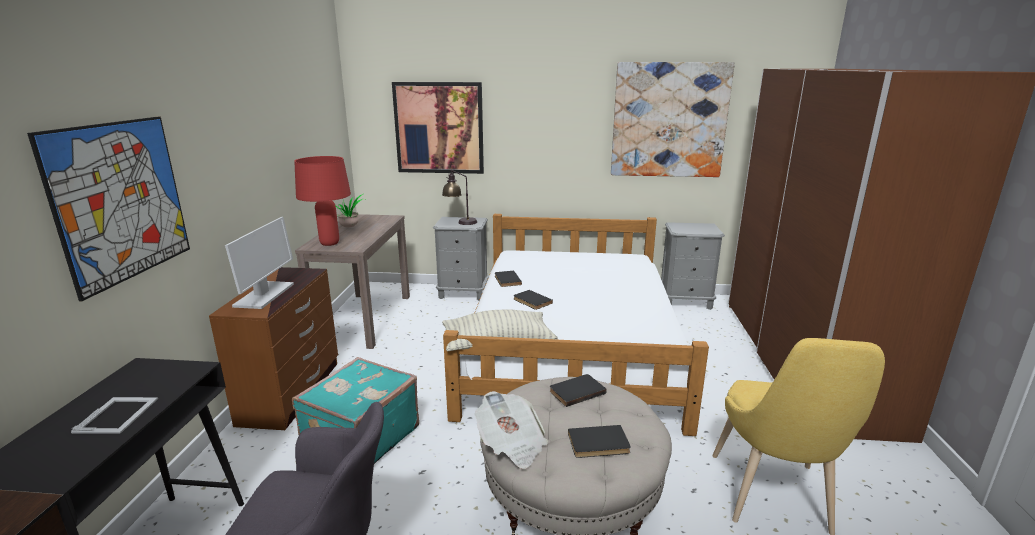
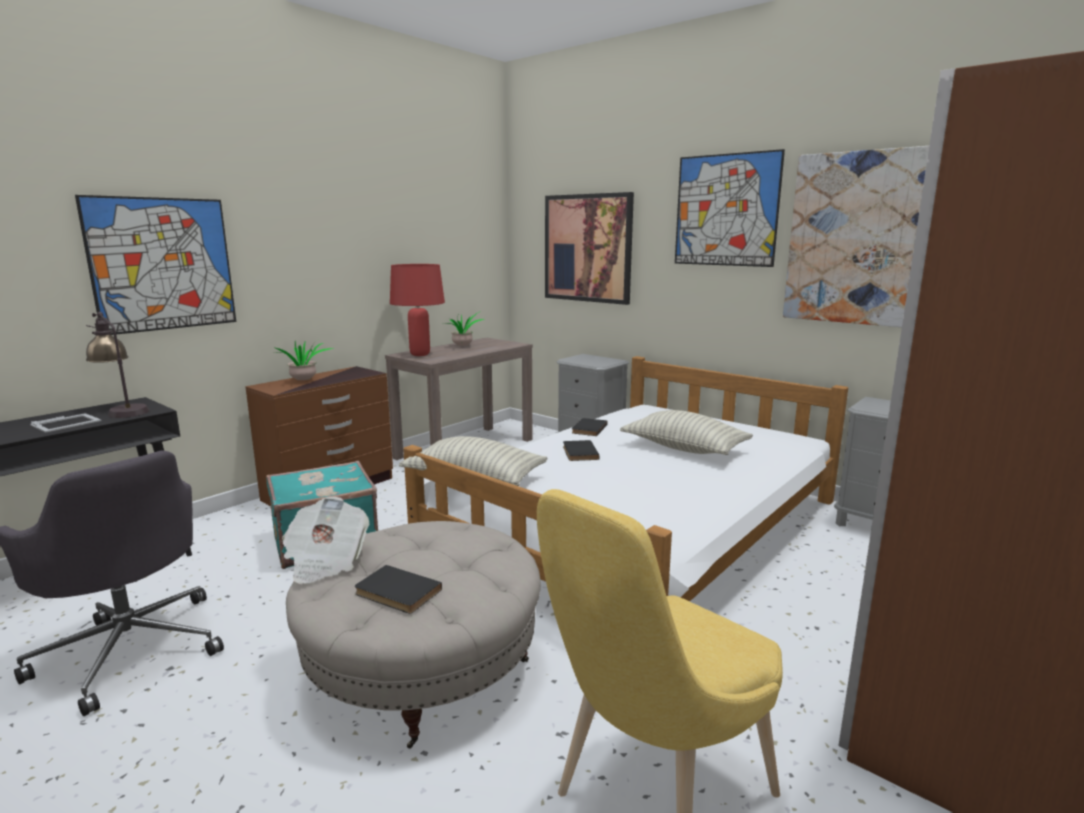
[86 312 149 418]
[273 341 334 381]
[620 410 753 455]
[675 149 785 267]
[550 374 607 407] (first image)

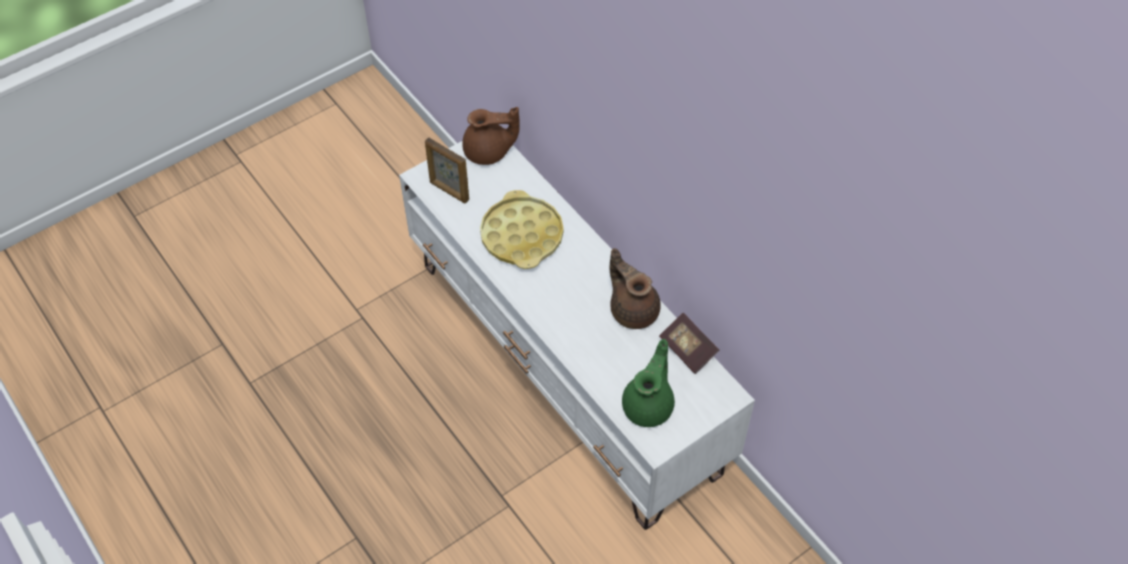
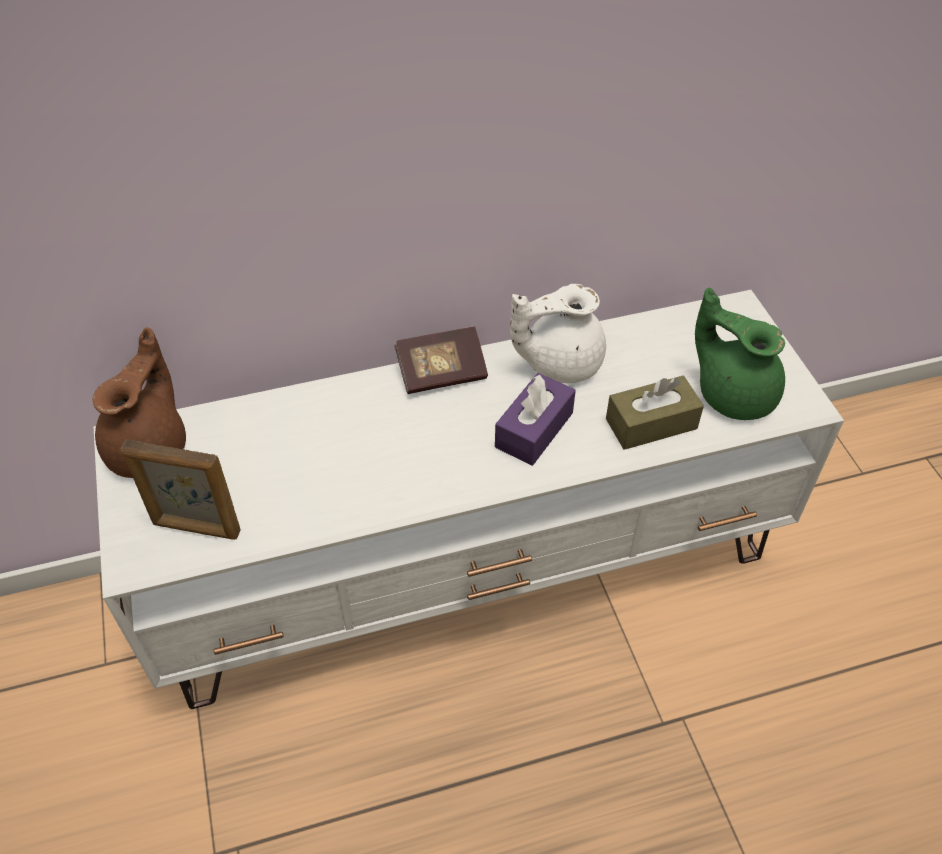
[121 439 241 540]
[394 326 488 394]
[495 373 576 466]
[510 284 606 383]
[606 376 704 450]
[480 190 564 269] (first image)

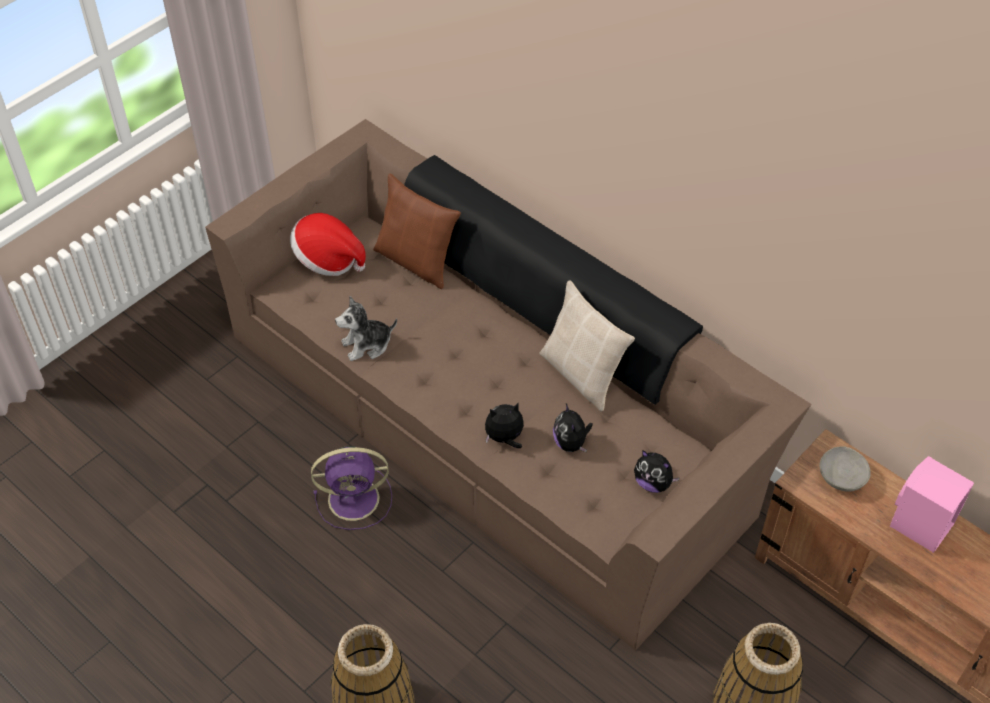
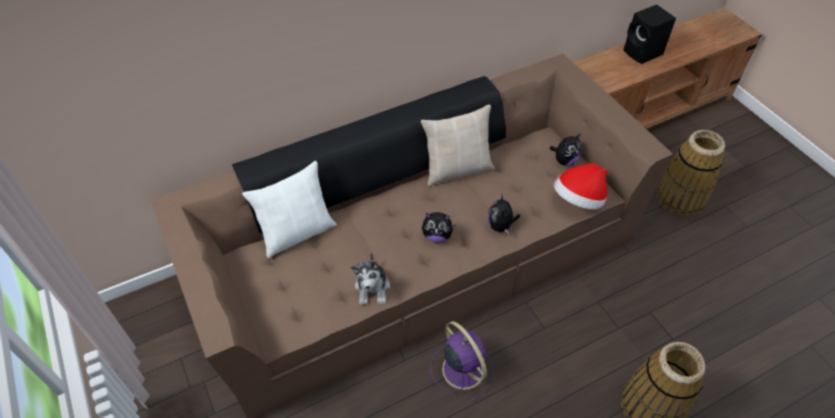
[242 161 337 258]
[422 212 456 242]
[430 321 494 402]
[554 163 607 210]
[624 4 676 64]
[820 446 871 492] (first image)

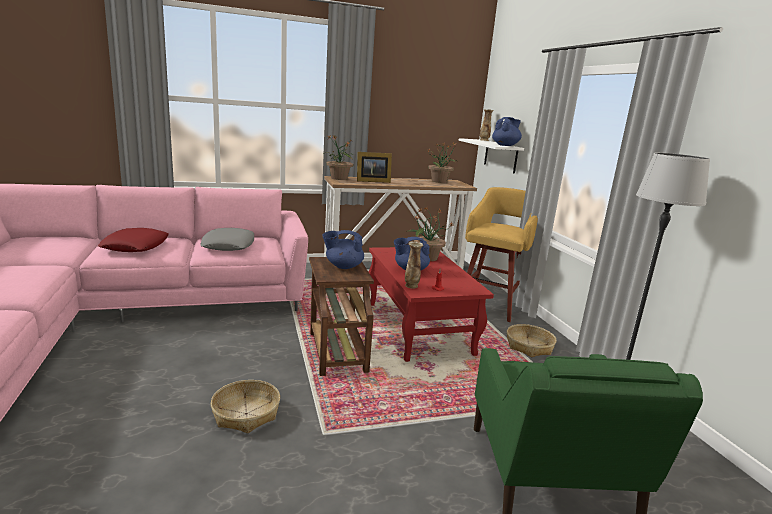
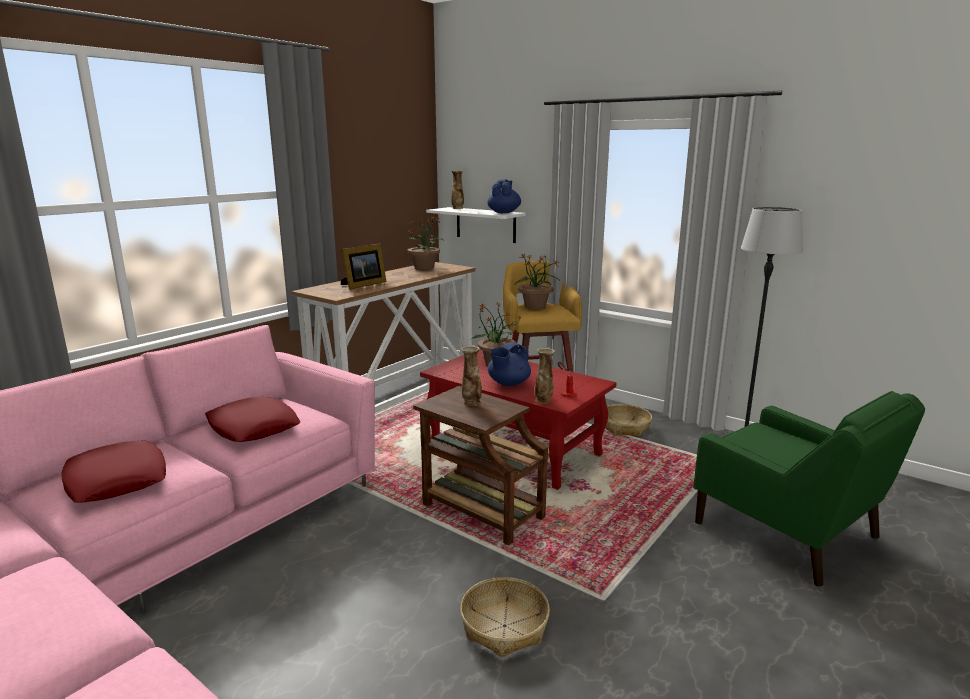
[205 397 300 442]
[461 345 482 406]
[515 255 560 310]

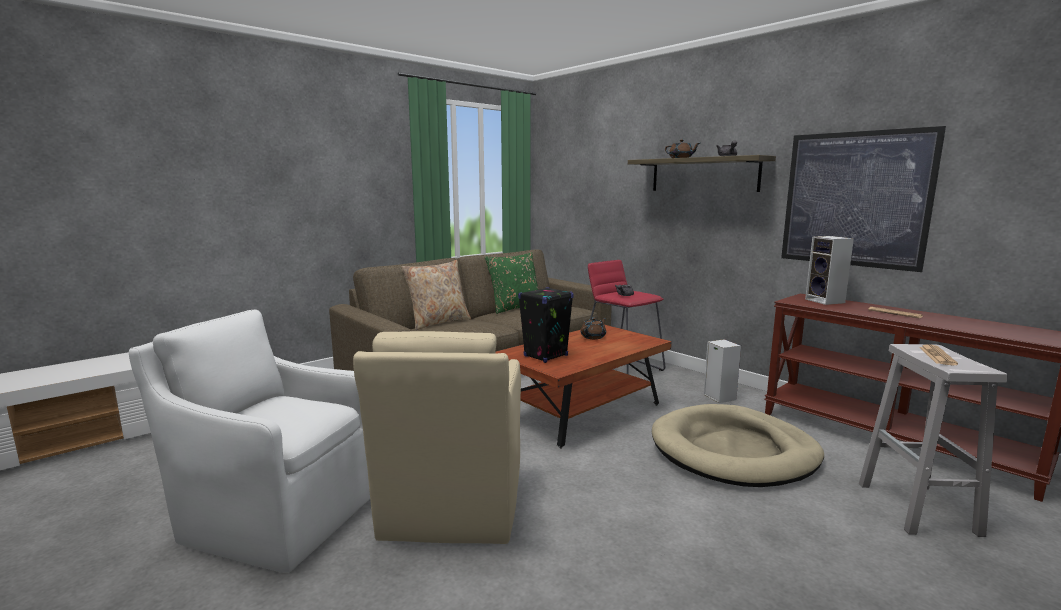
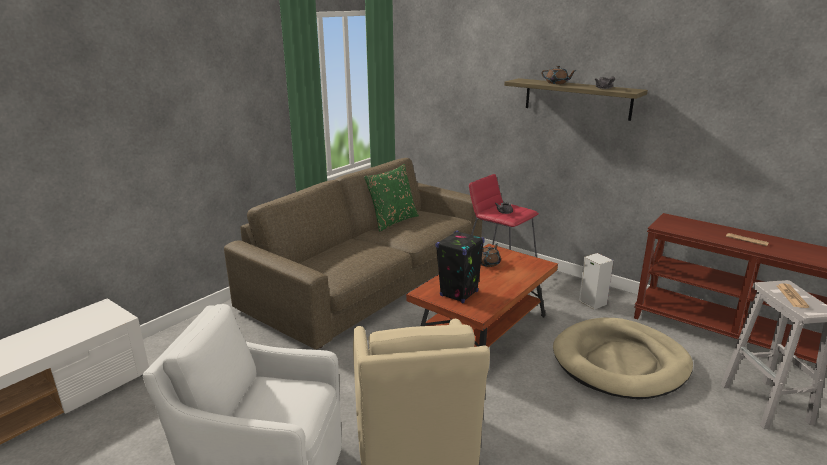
[402 260 471 330] (first image)
[781 126 946 272] (first image)
[805 236 854 305] (first image)

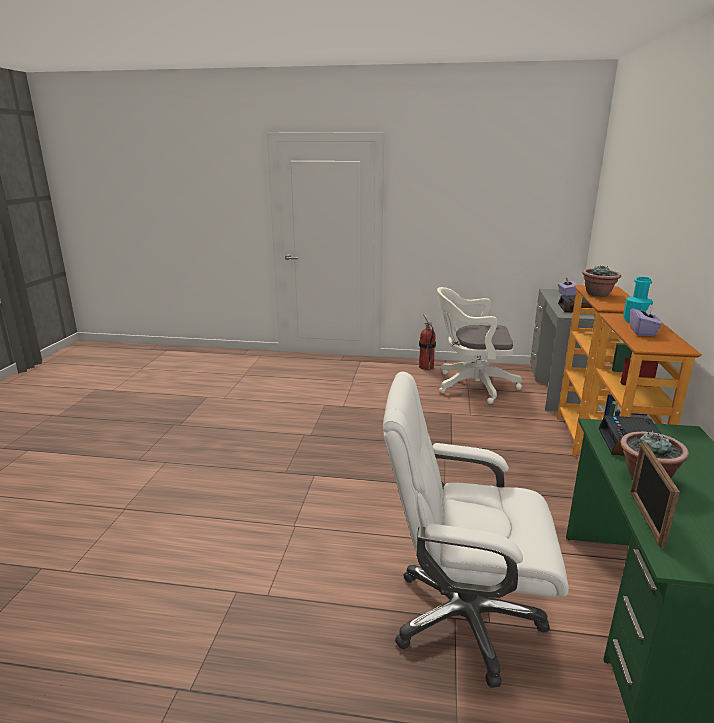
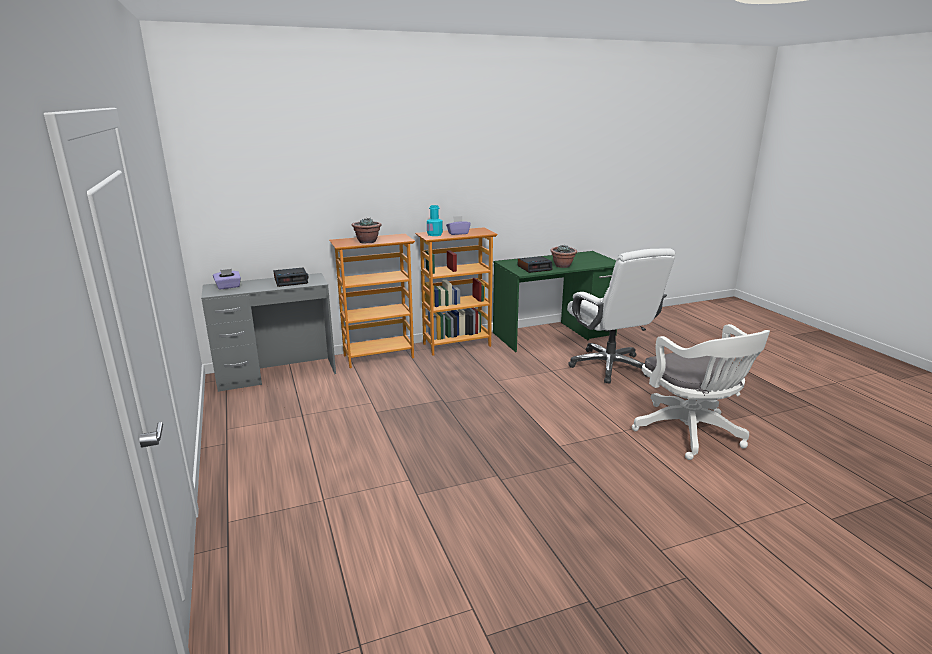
[632 324 770 460]
[419 314 436 370] (first image)
[630 442 680 549] (first image)

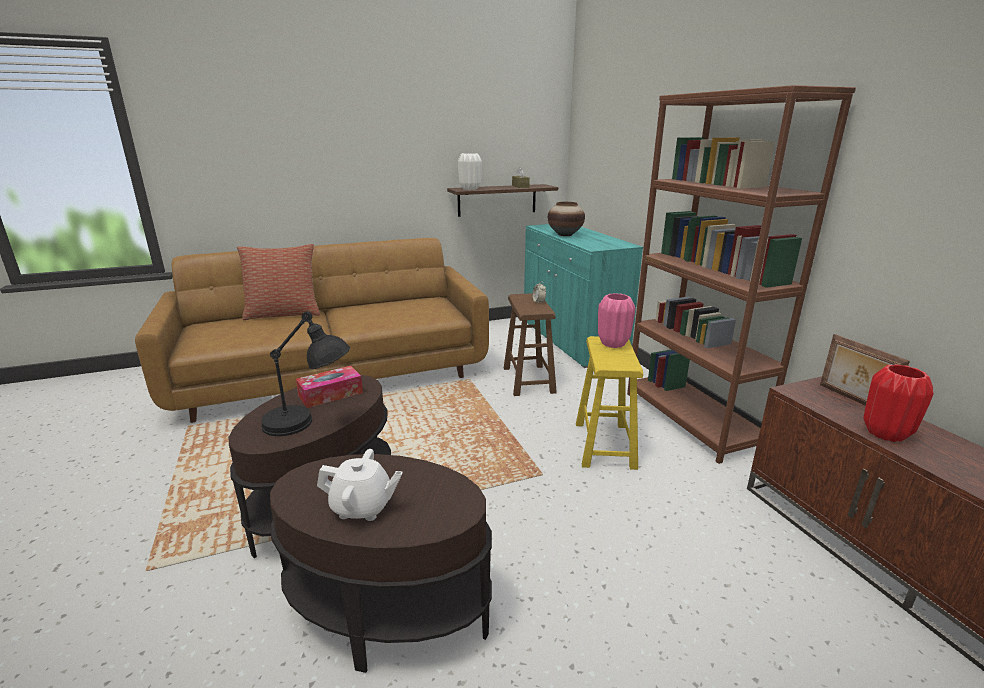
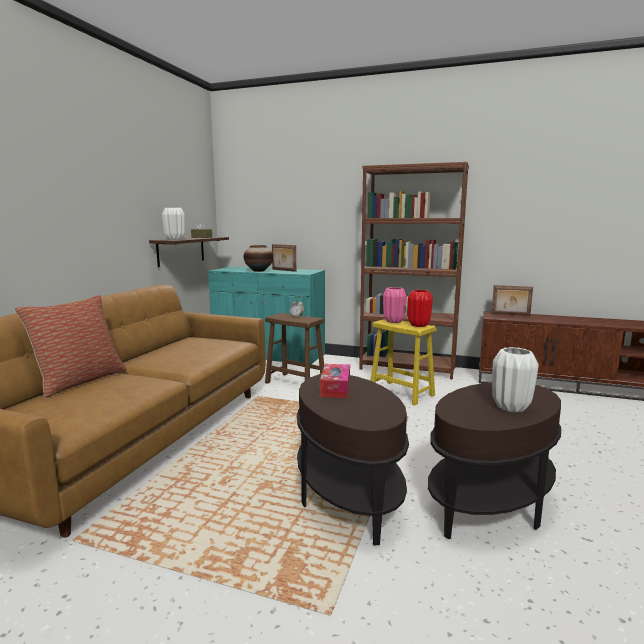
[272 244 296 272]
[408 290 433 327]
[492 347 539 413]
[261 311 350 436] (first image)

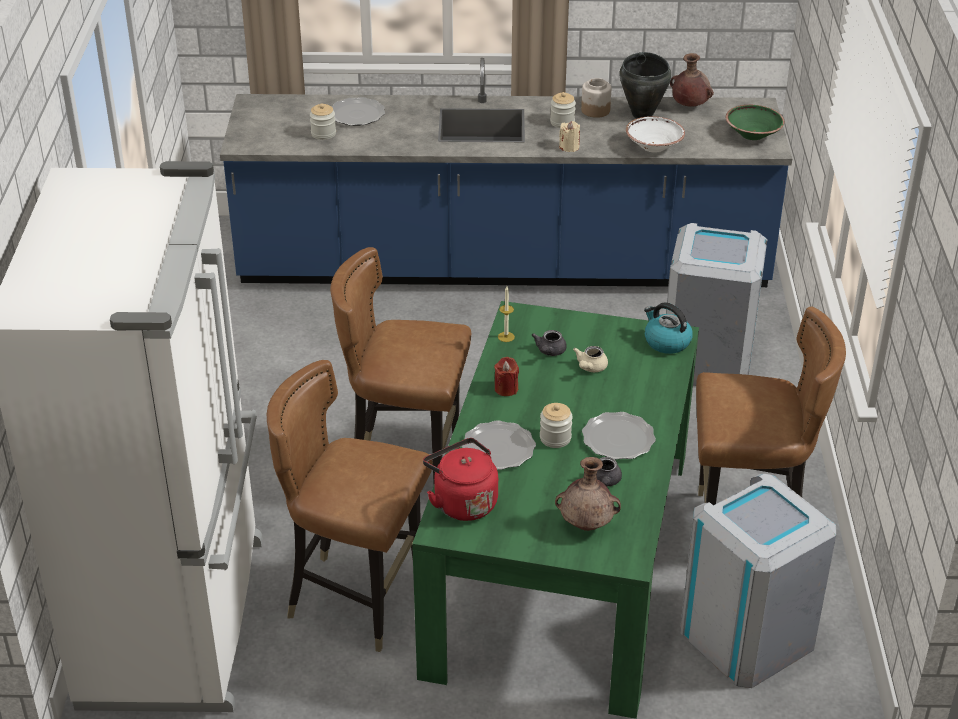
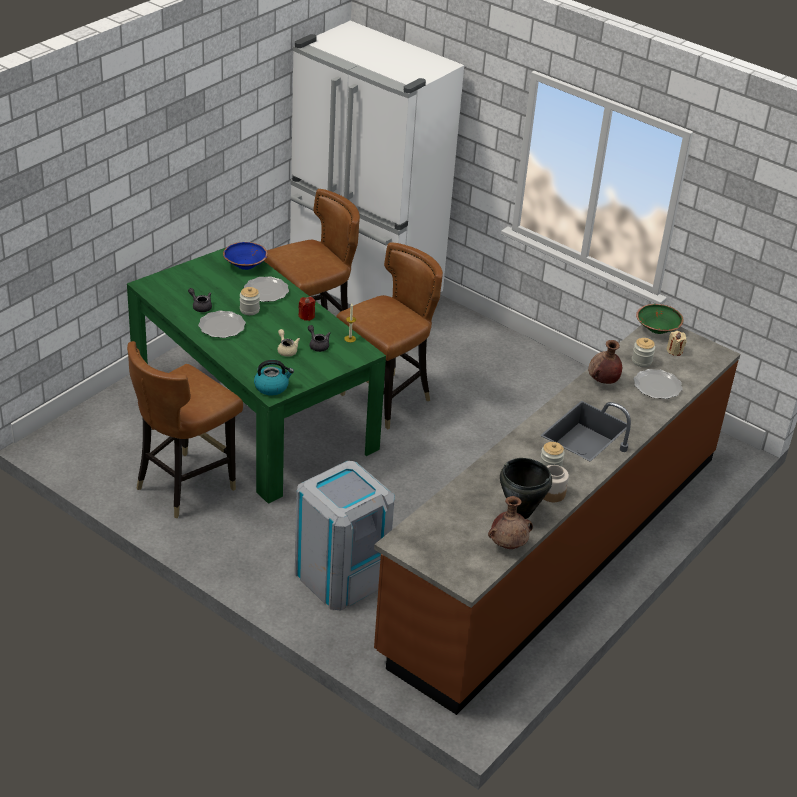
[223 242 268 270]
[374 325 741 715]
[588 340 622 384]
[636 304 684 334]
[667 331 687 356]
[626 116 685 153] (first image)
[680 474 836 688] (first image)

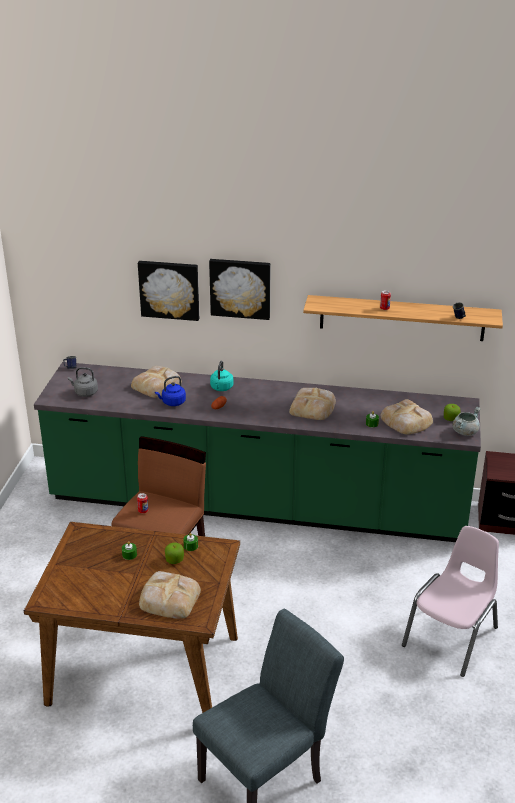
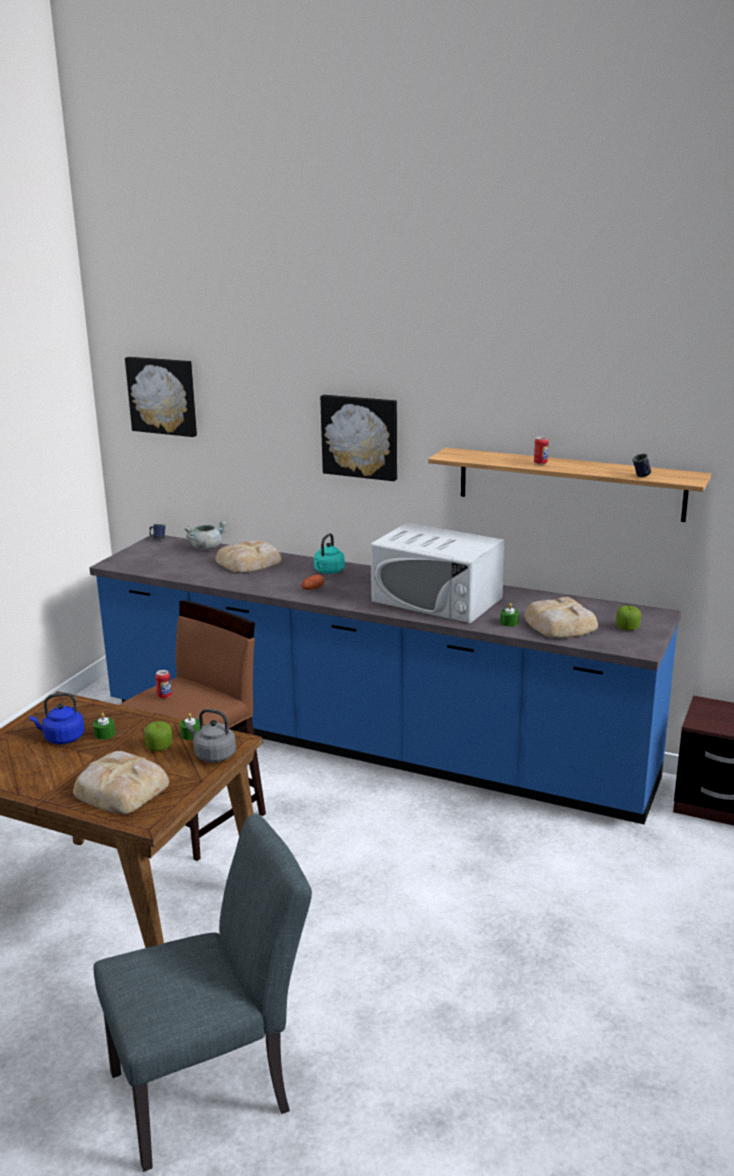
[29 693 85 744]
[89 534 681 824]
[125 357 197 437]
[184 521 227 550]
[186 709 236 763]
[371 523 504 623]
[402 526 499 677] (first image)

